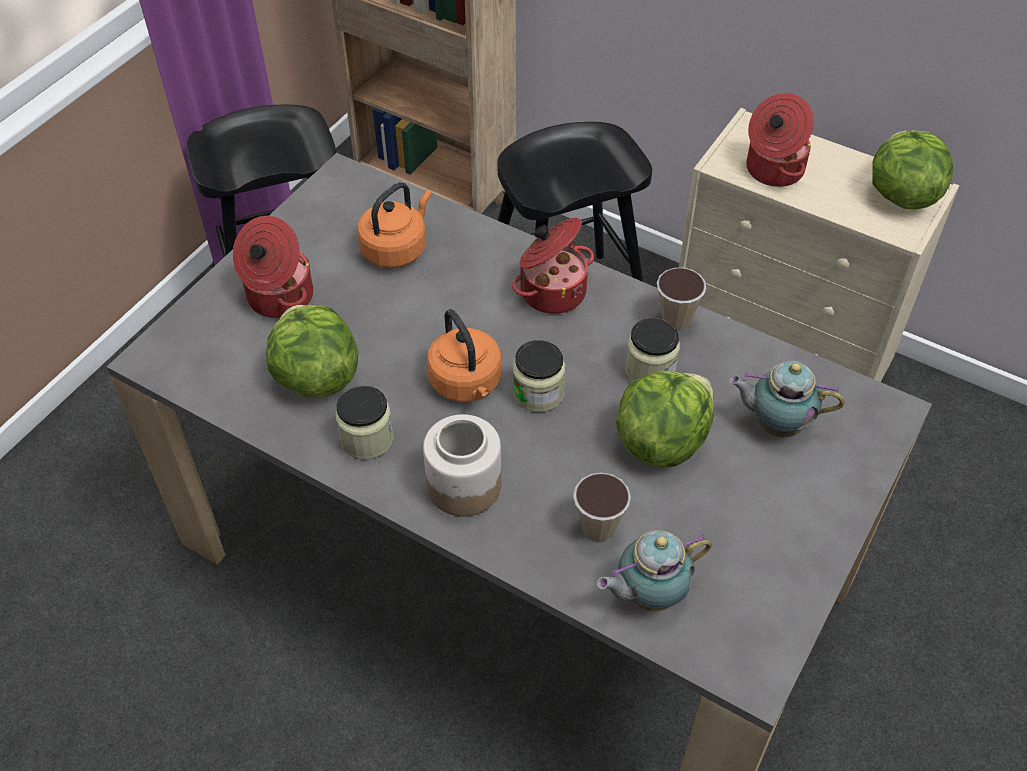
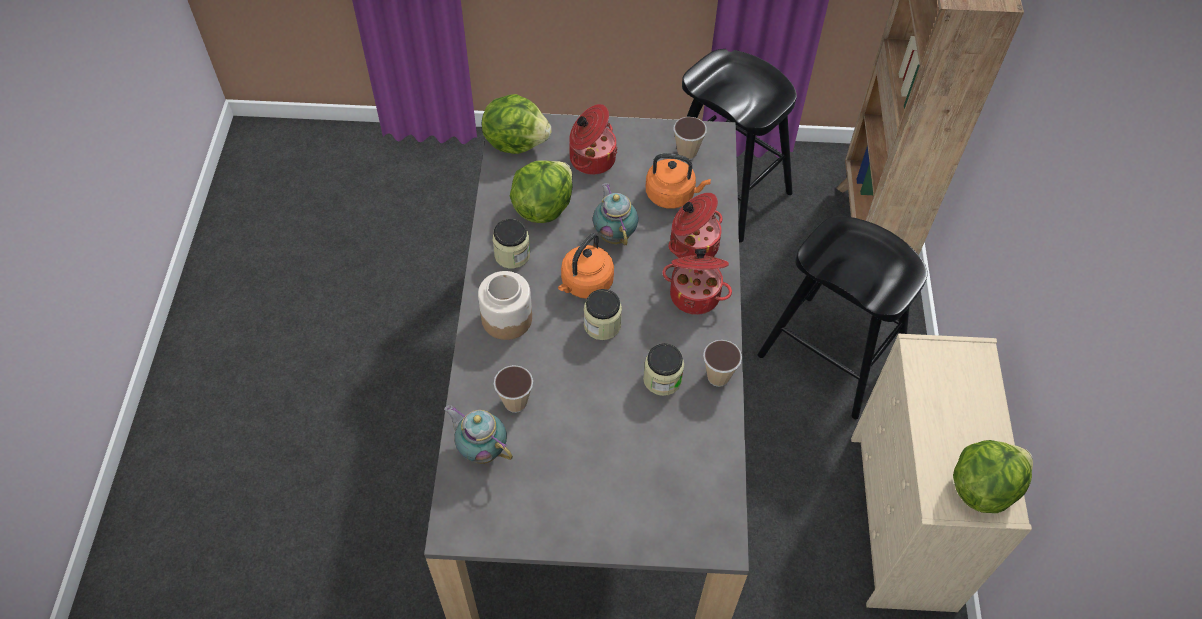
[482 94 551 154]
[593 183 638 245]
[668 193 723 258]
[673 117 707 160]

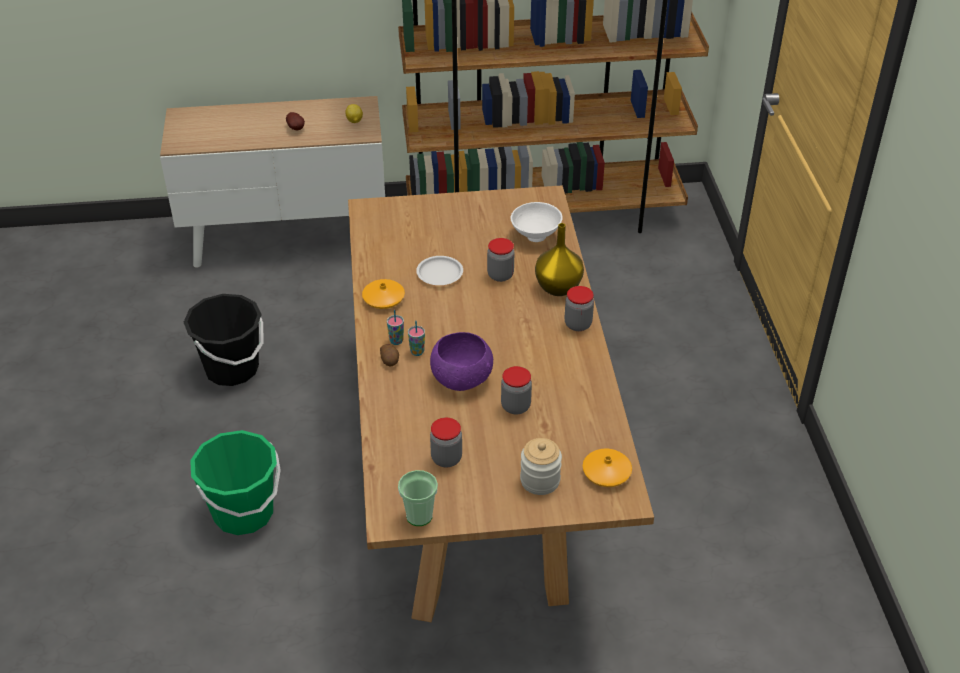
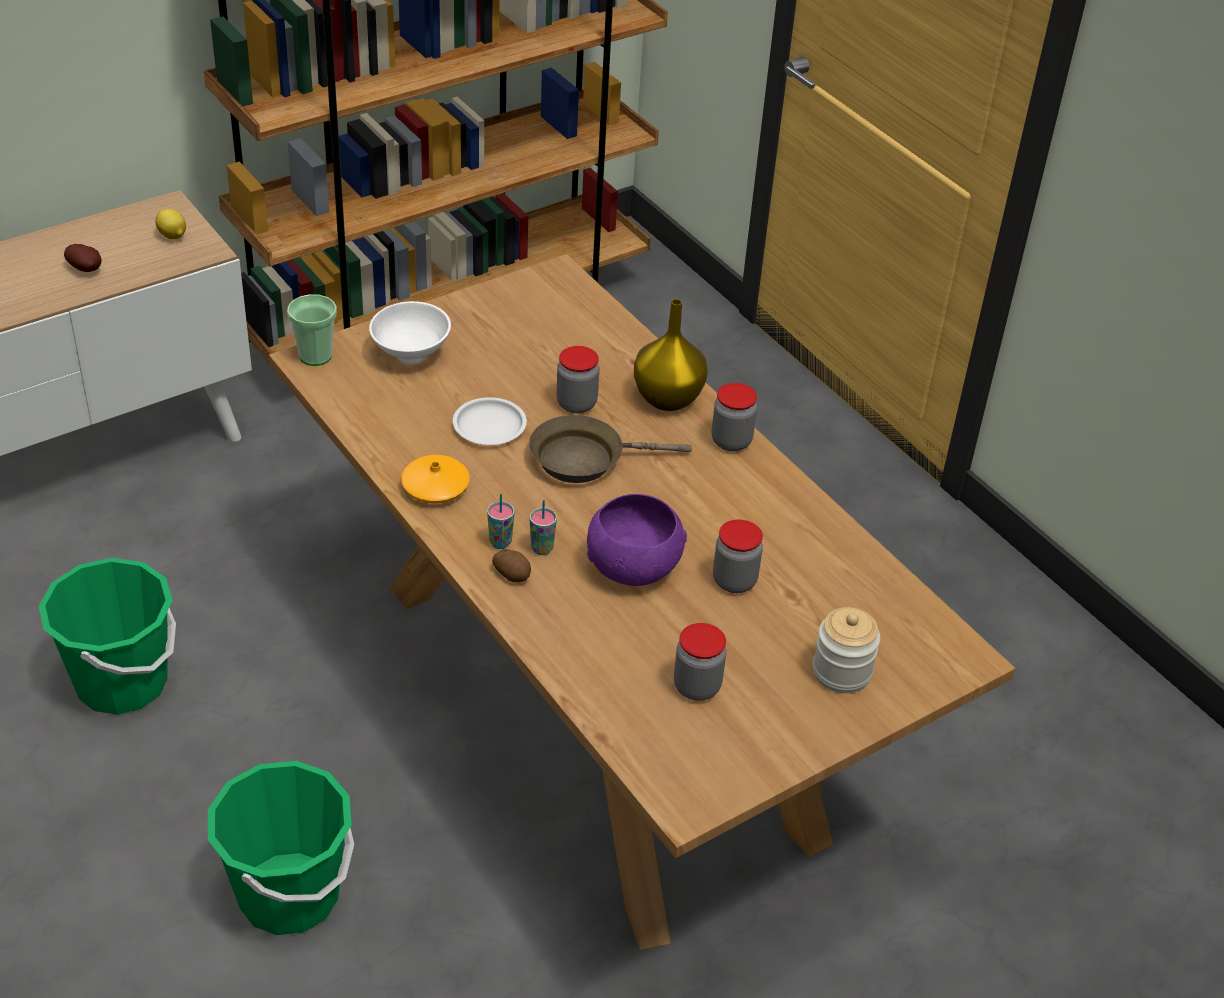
[39 558 176 715]
[287 294 337 366]
[369 301 451 365]
[529 415 692 483]
[583 448 632 487] (first image)

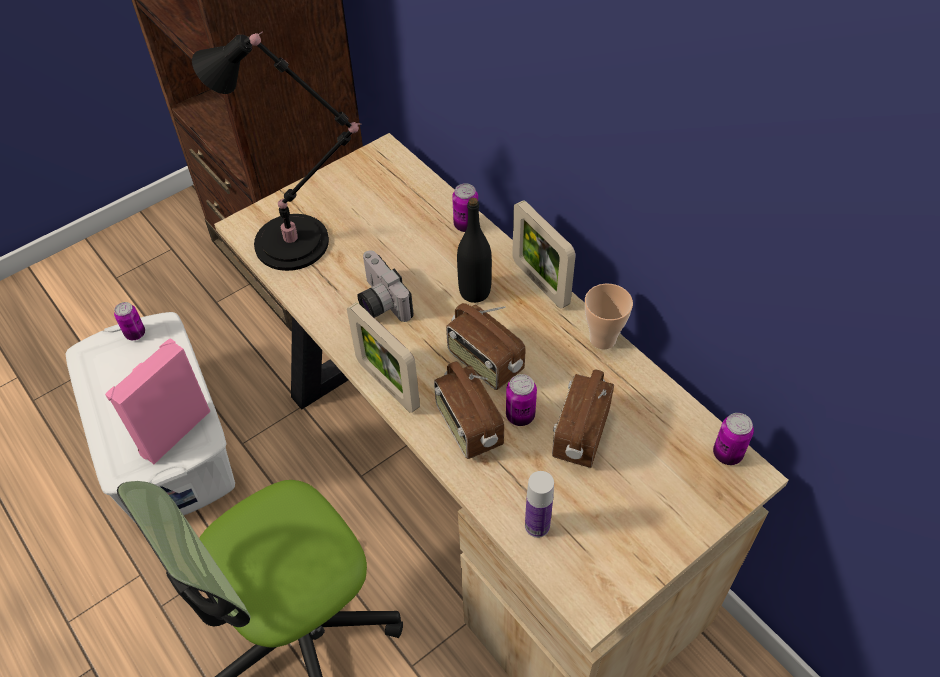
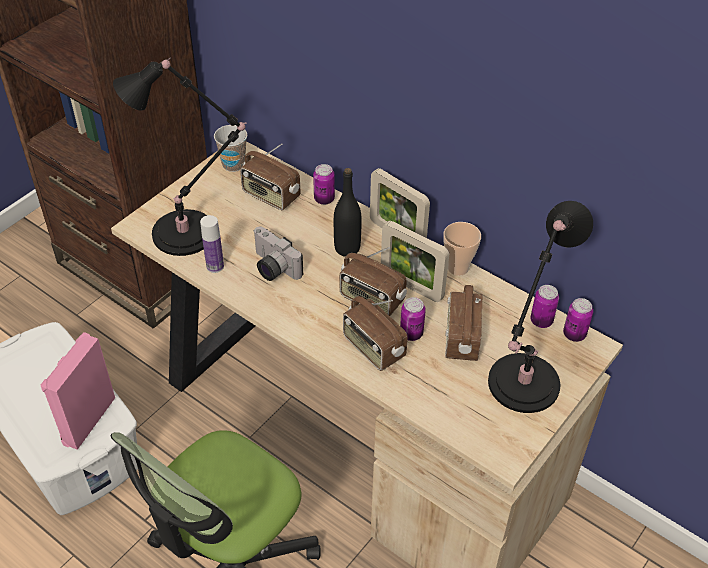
[200 215 224 273]
[214 125 247 172]
[240 143 300 210]
[381 221 449 302]
[488 201 593 413]
[530 285 559 328]

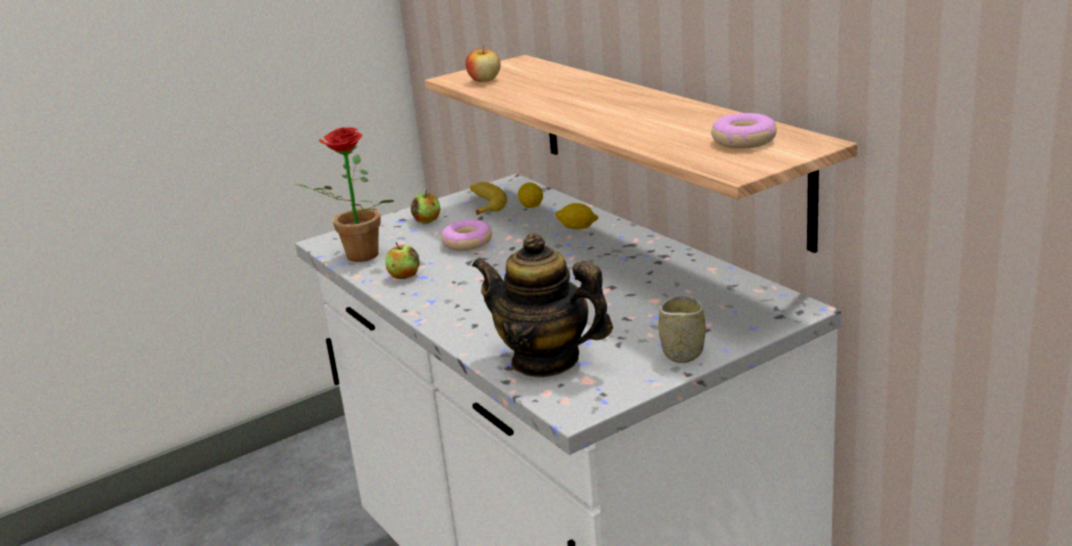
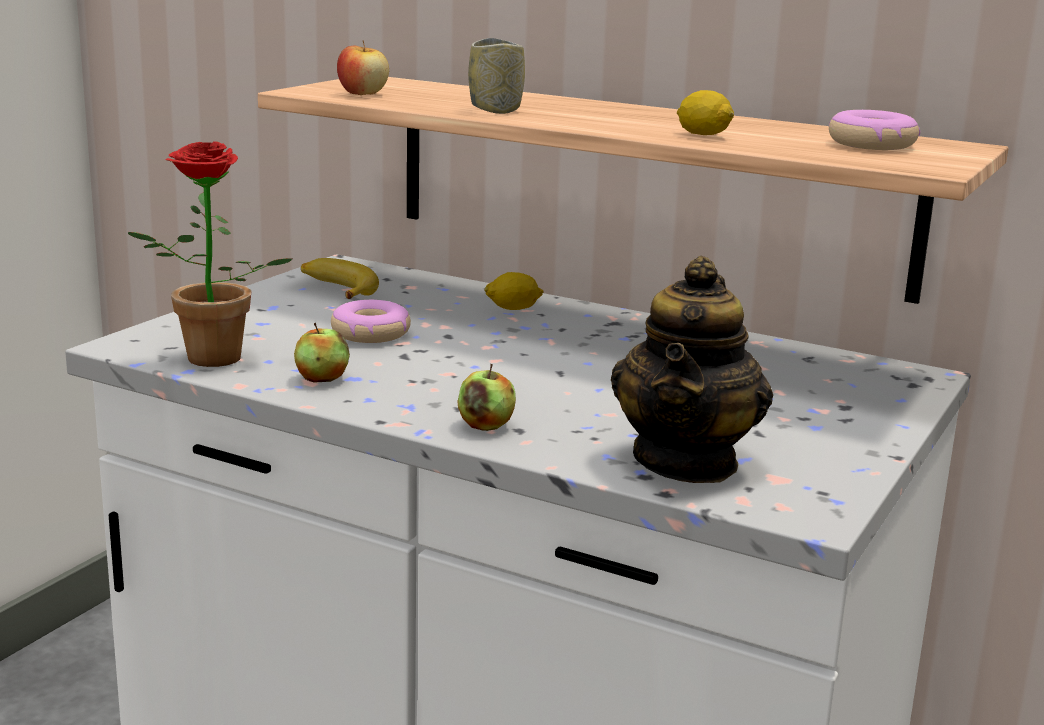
[457 364 516 431]
[468 38 525 114]
[611 256 773 483]
[677 90 734 135]

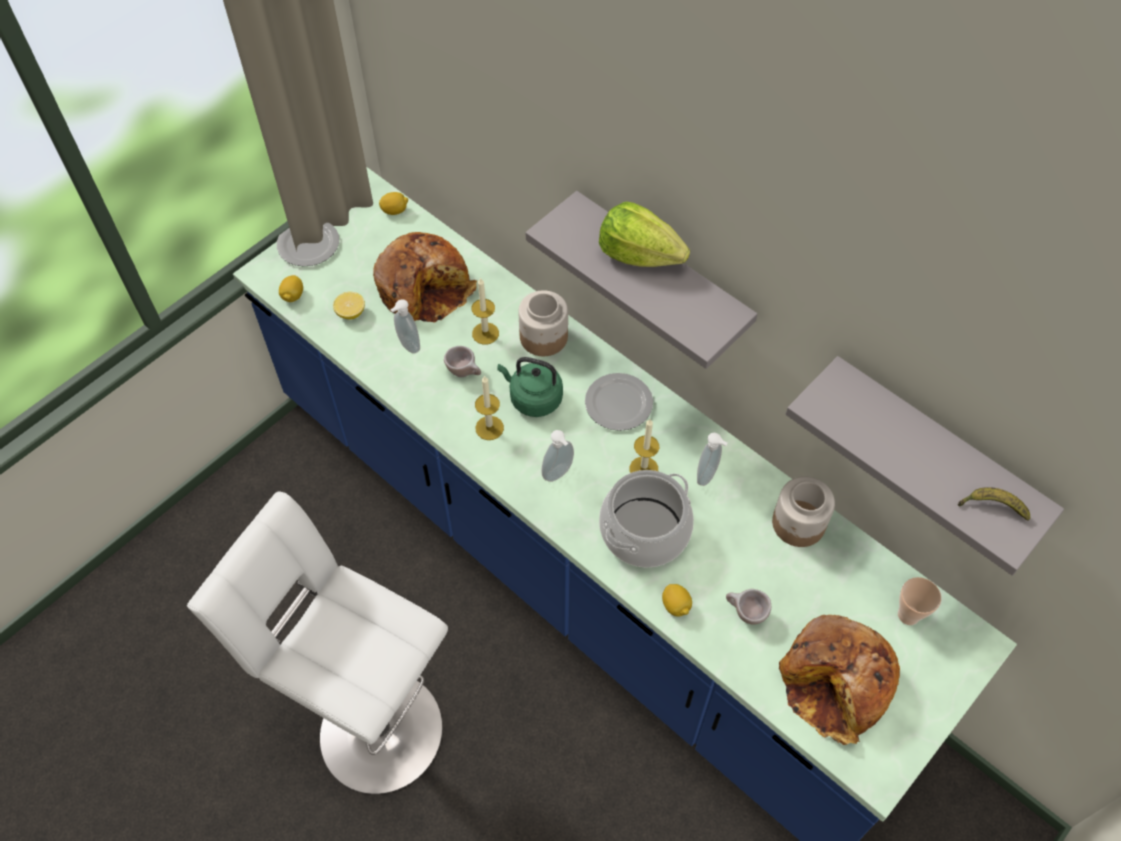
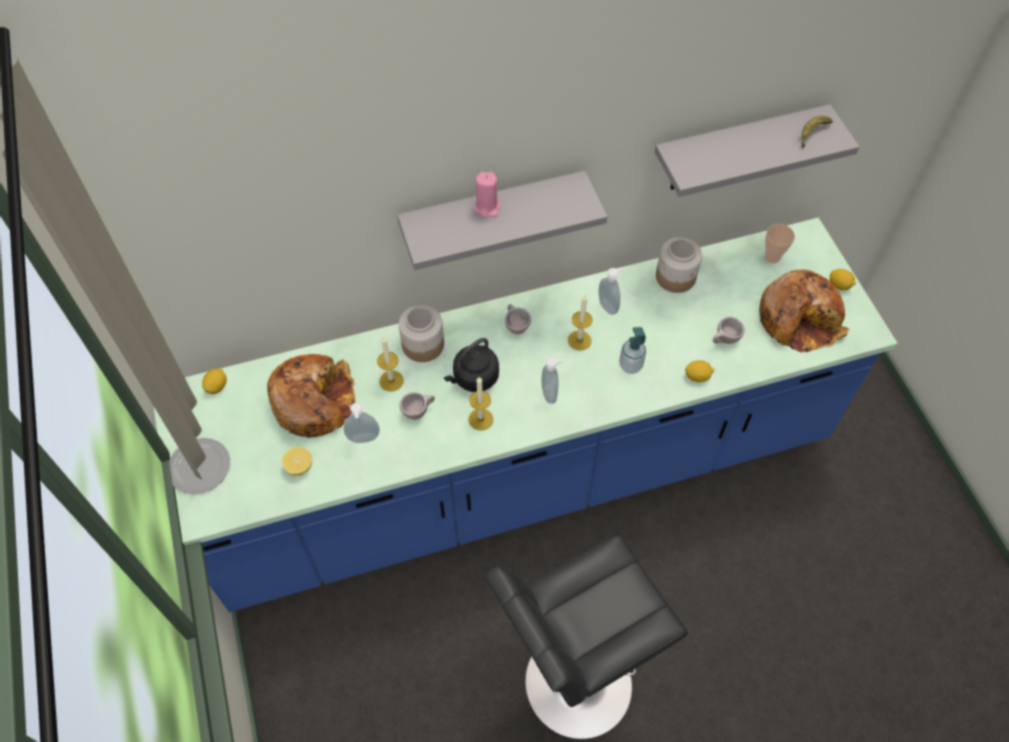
[444 338 499 392]
[474 172 501 218]
[484 535 688 739]
[505 304 531 334]
[619 327 646 374]
[830 269 856 290]

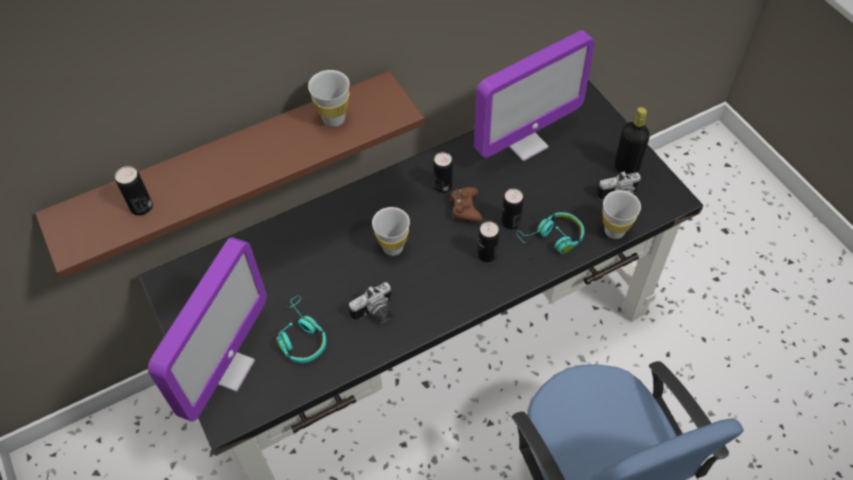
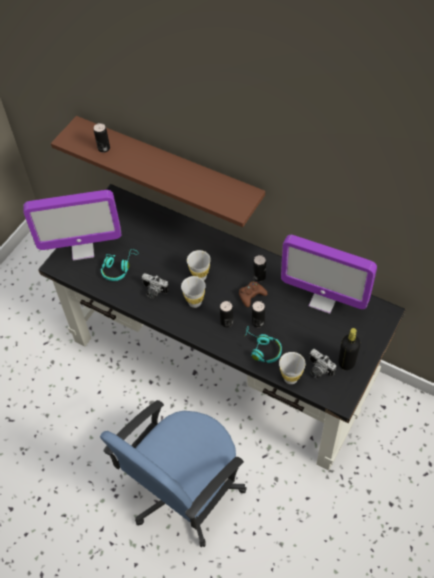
[181 276 206 308]

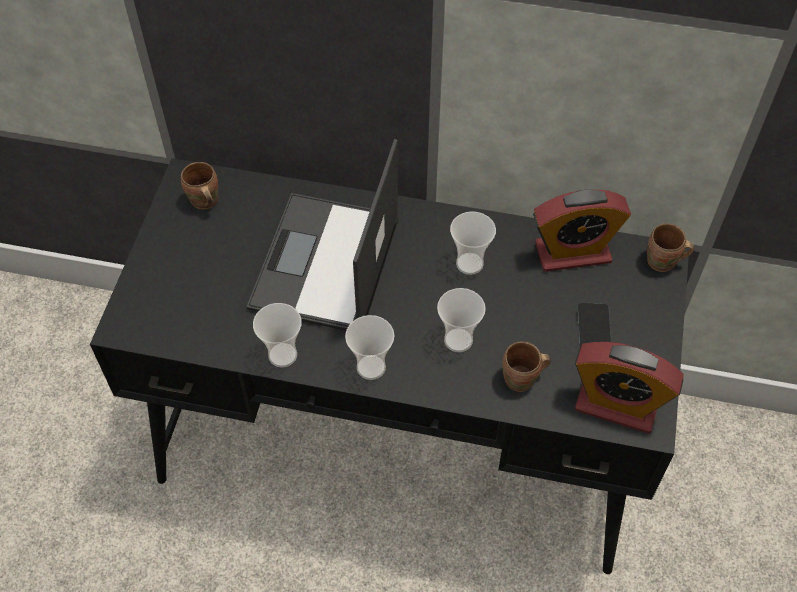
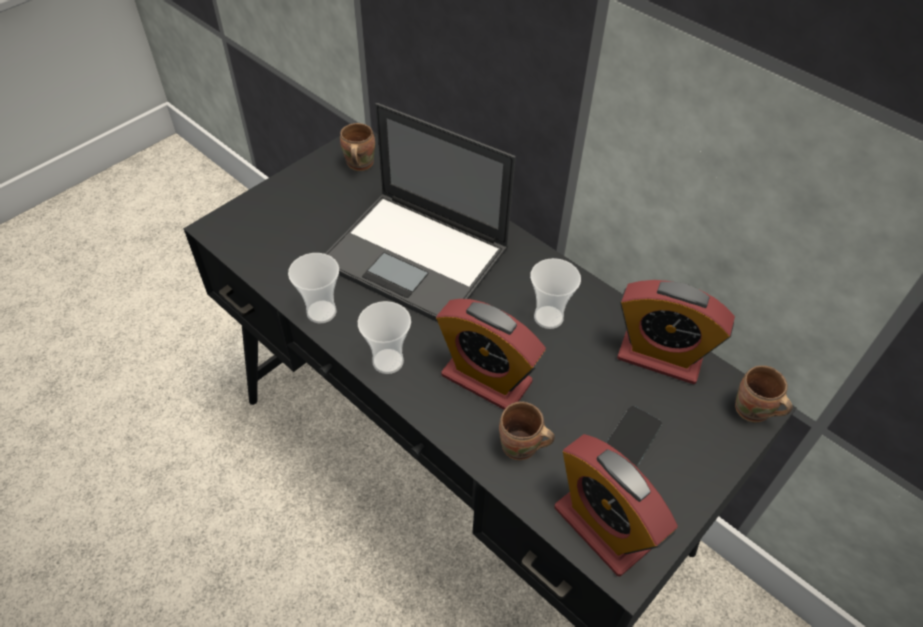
[325 103 516 322]
[436 299 546 410]

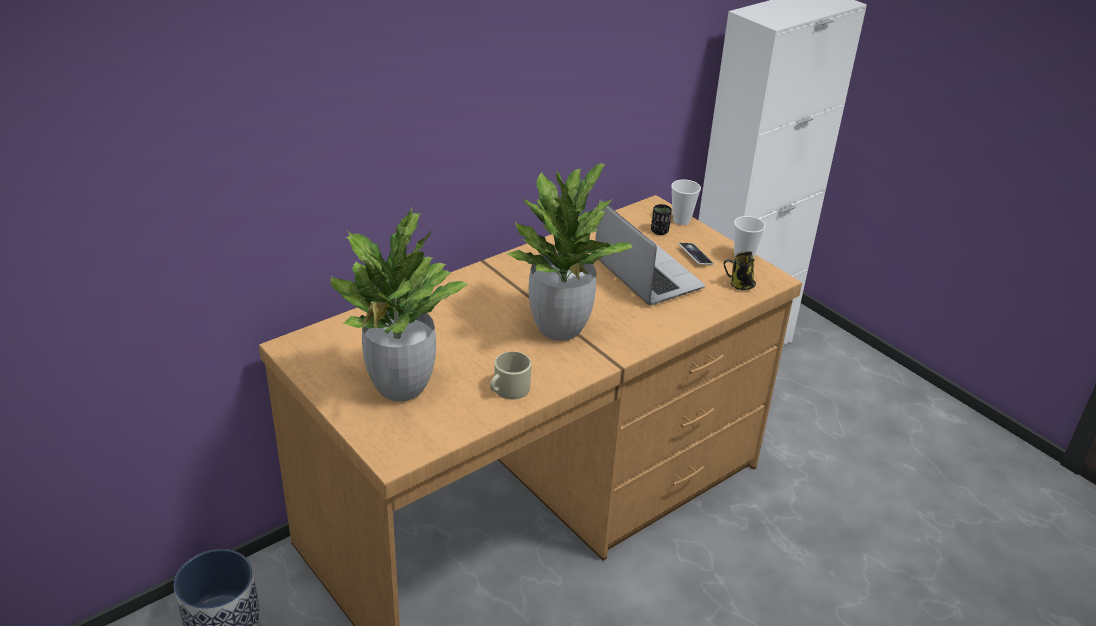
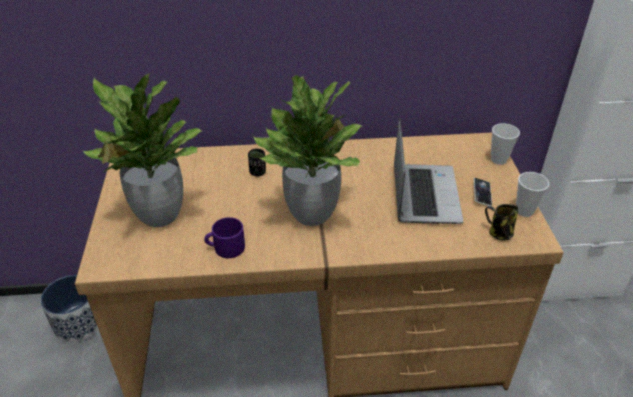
[204 217 245 258]
[248 148 266 176]

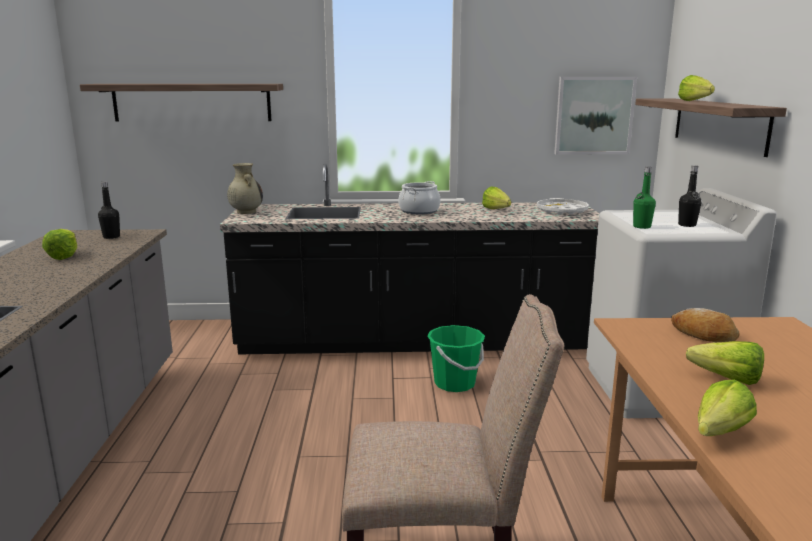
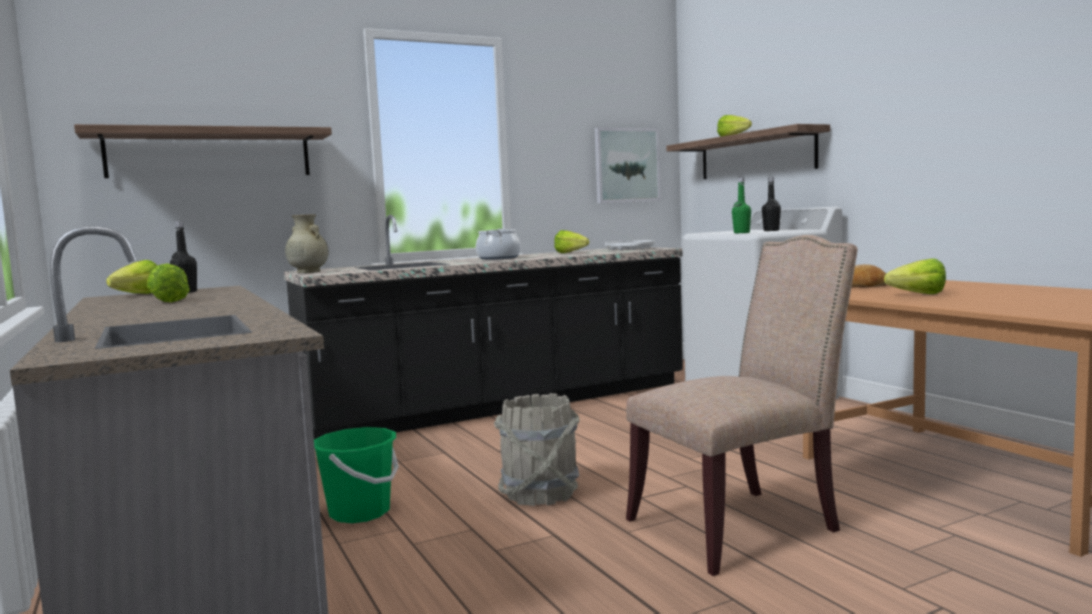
[106 260 157 294]
[314 427 399 523]
[494 393 580 506]

